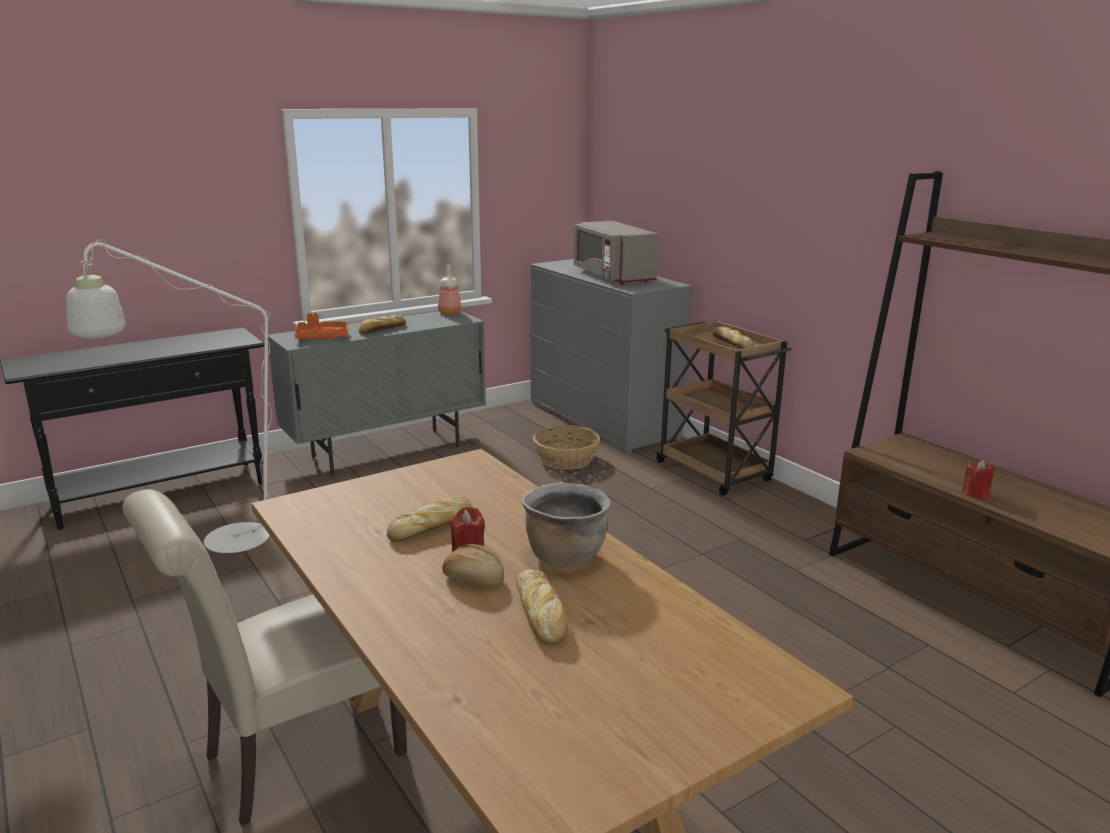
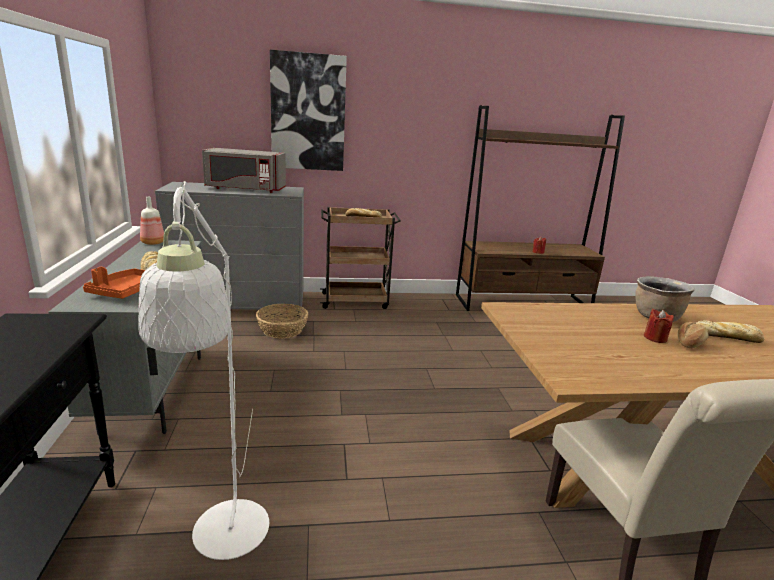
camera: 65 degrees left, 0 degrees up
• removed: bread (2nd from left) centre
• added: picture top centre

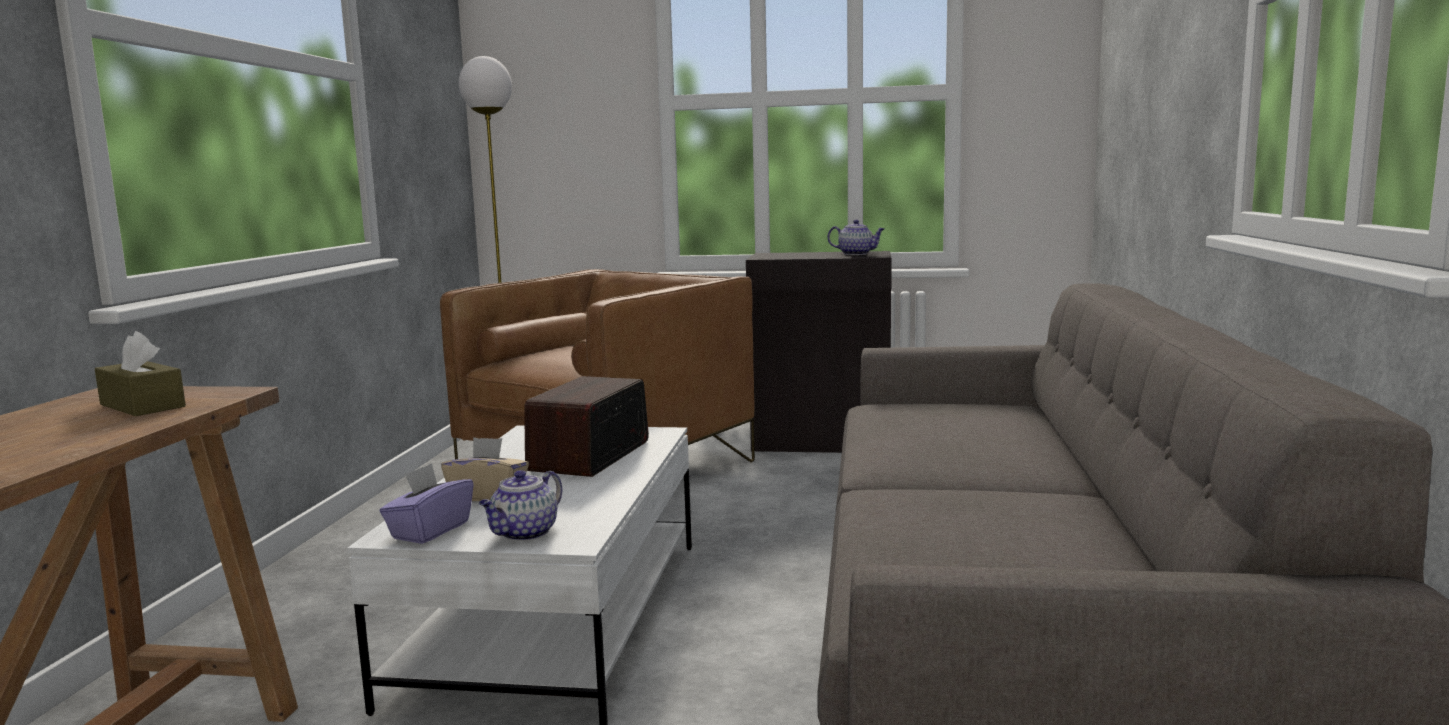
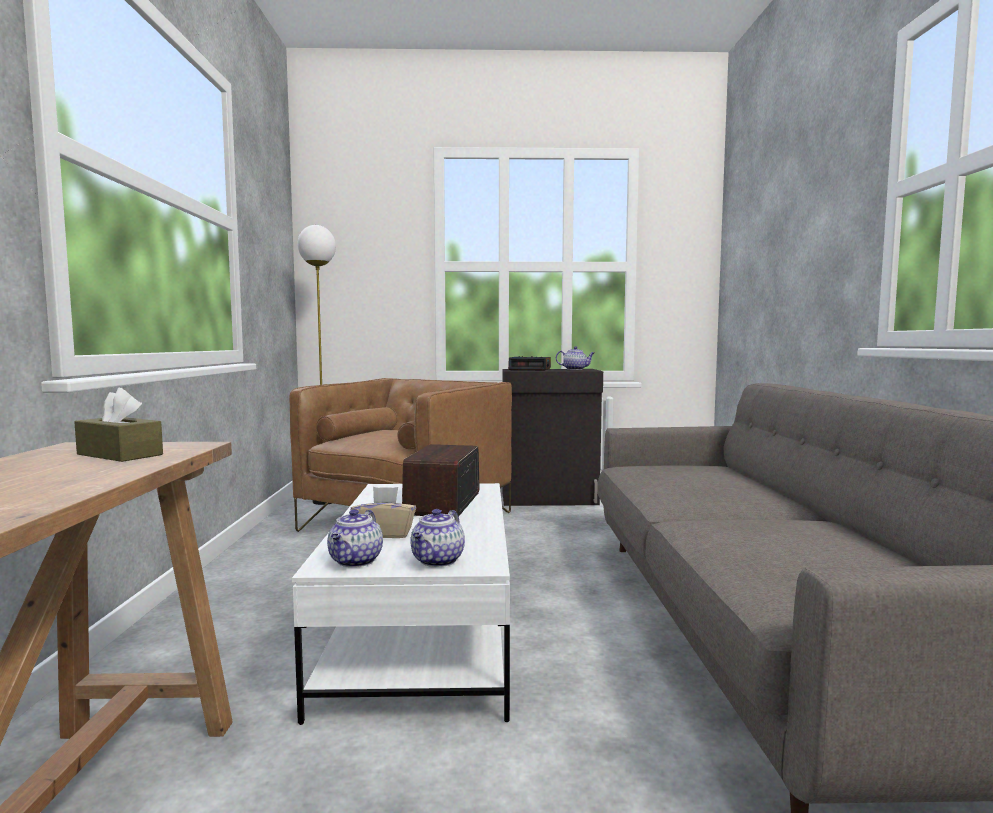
camera: 10 degrees left, 5 degrees down
• replaced: purple_tissue_box bottom left to teapot (1st from left) centre
• added: alarm_clock centre

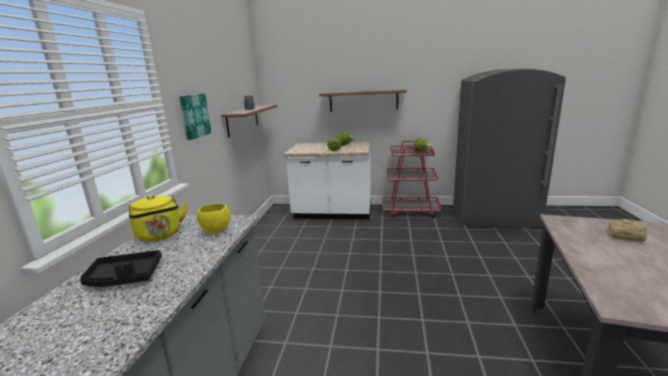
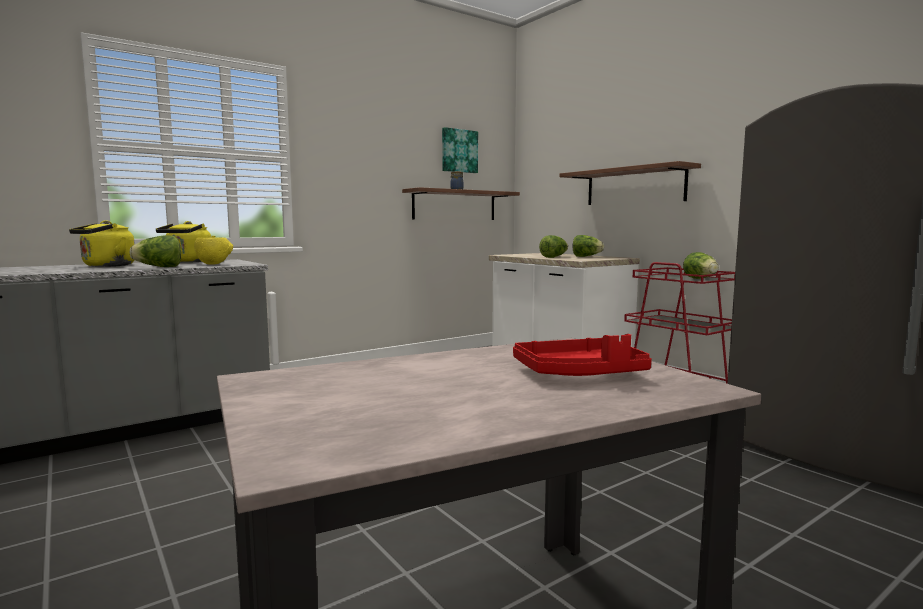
camera: 45 degrees right, 10 degrees down
• moved: picture top left to top centre
• replaced: bread middle right to red_tray centre
• replaced: black_tray bottom left to yellow_kettle (1st from left) middle left
• added: lettuce (1st from left) middle left

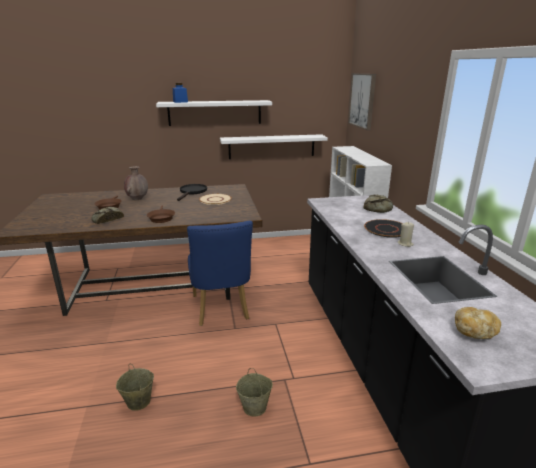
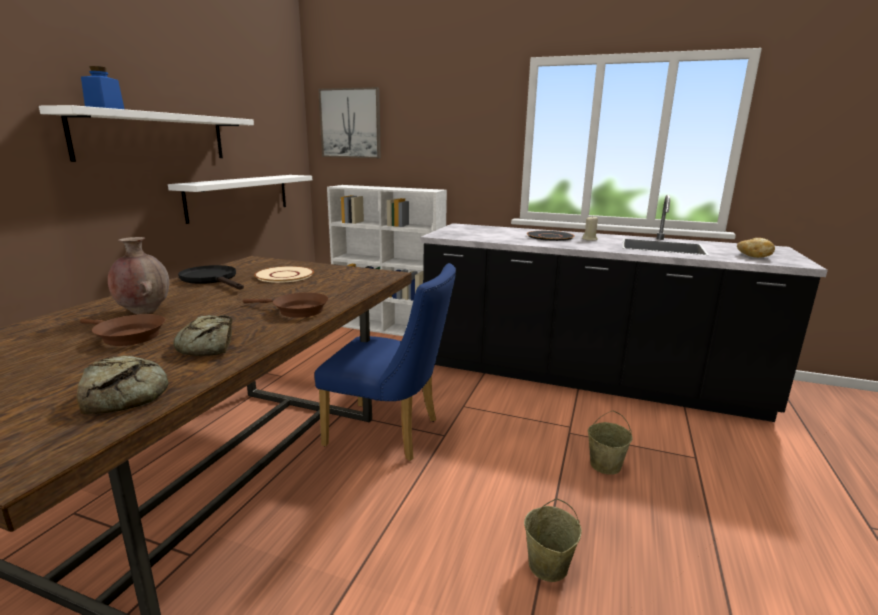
camera: 60 degrees left, 5 degrees down
• moved: bread (2nd from left in the first image) middle right to bread (1st from left) middle left

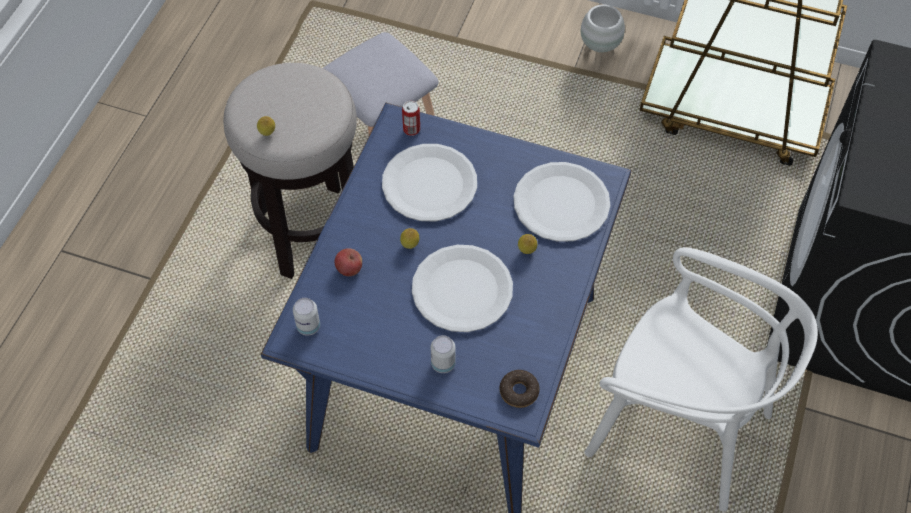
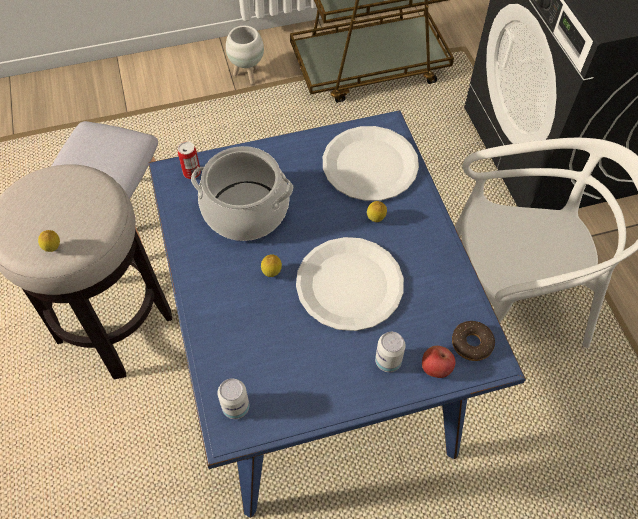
camera: 35 degrees left, 0 degrees up
• replaced: white_plate (1st from left) centre to cooking_pot centre
• moved: apple centre to bottom right

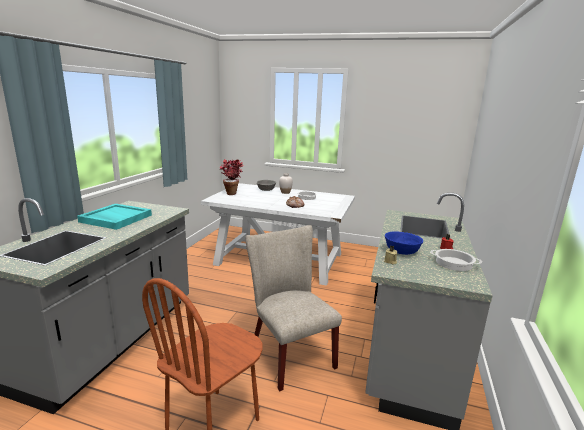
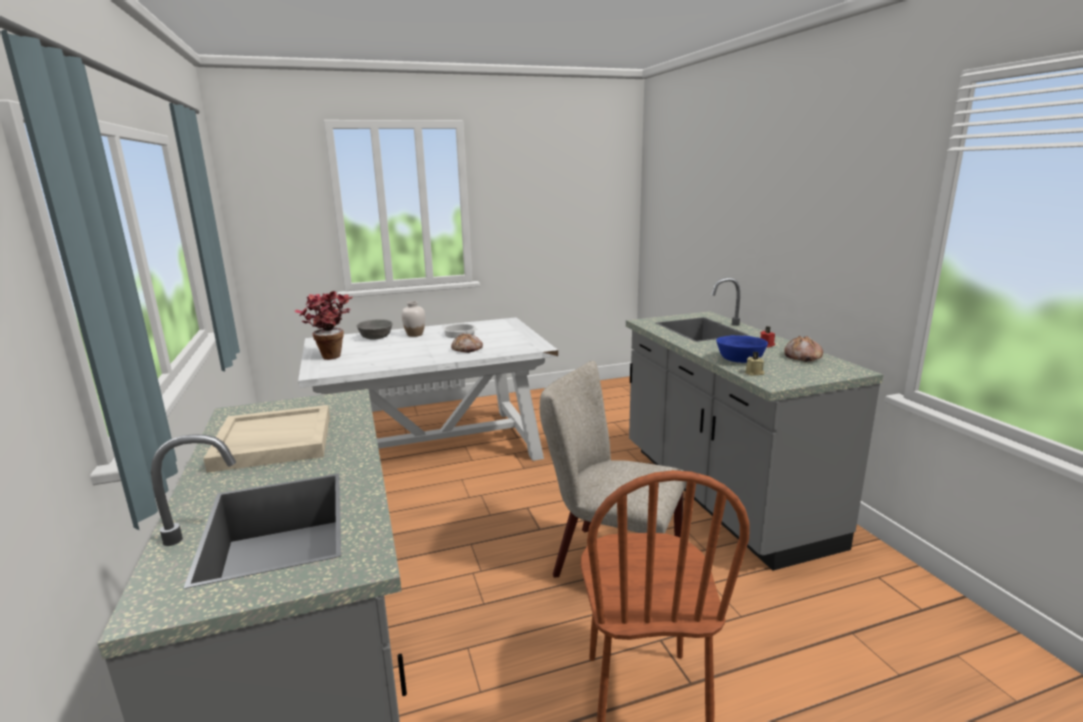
camera: 35 degrees left, 0 degrees up
• recoloured: turquoise_tray middle left to beige_tray middle left
• replaced: cooking_pot (2nd from left) middle right to bread (2nd from left) middle right

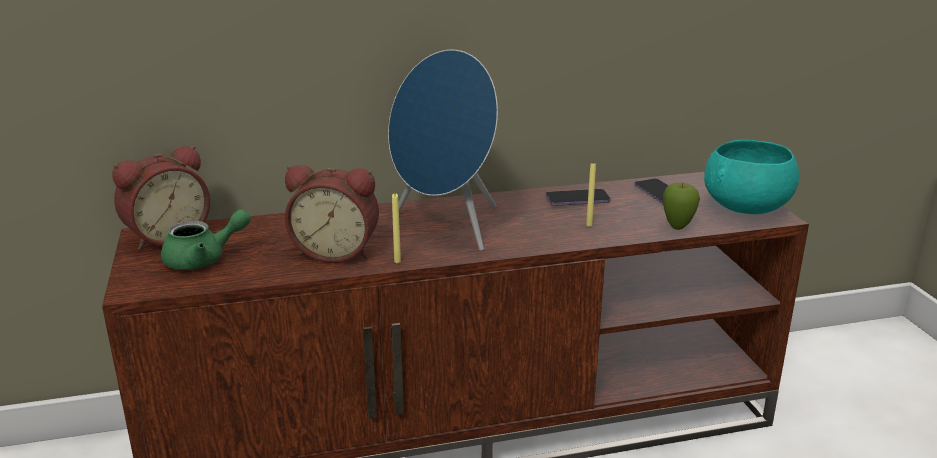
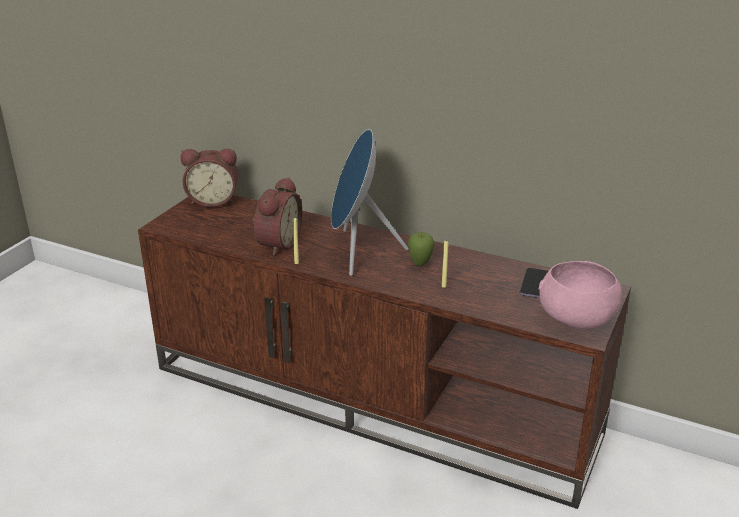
camera: 40 degrees right, 5 degrees up
• recoloured: turquoise_bowl middle right to pink_bowl middle right
• turned: alarm_clock (2nd from left) centre = centre 120 degrees counterclockwise
• moved: apple middle right to centre
• removed: phone (1st from left) centre
• removed: green_teapot middle left

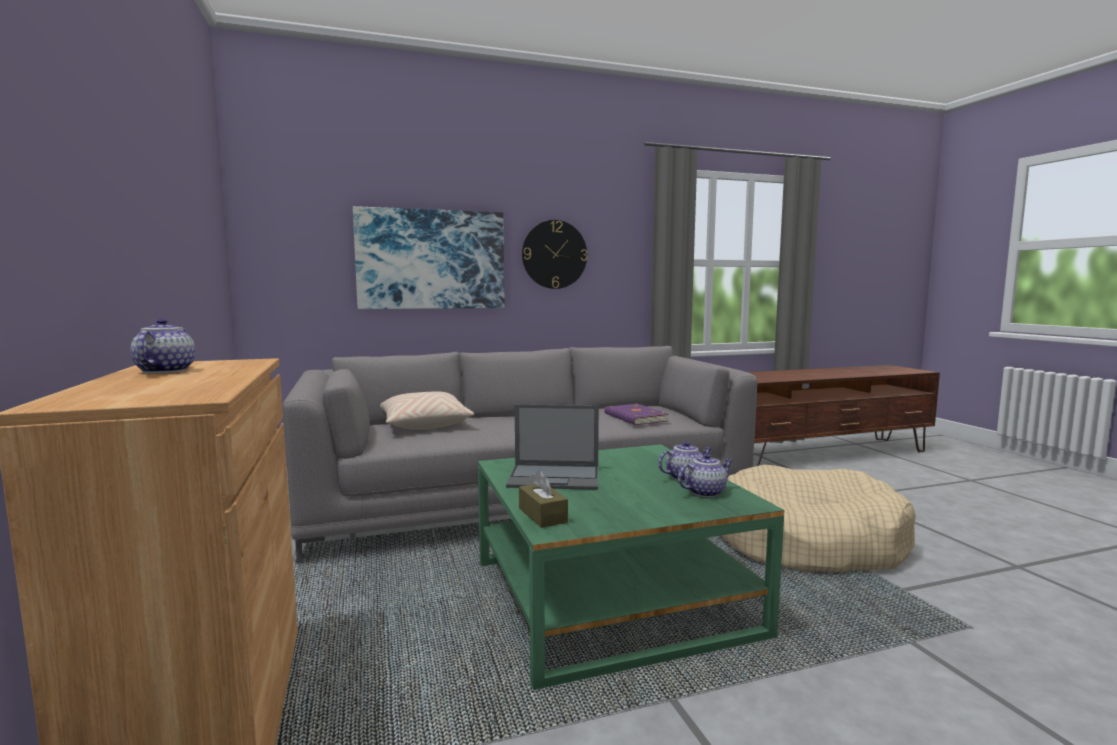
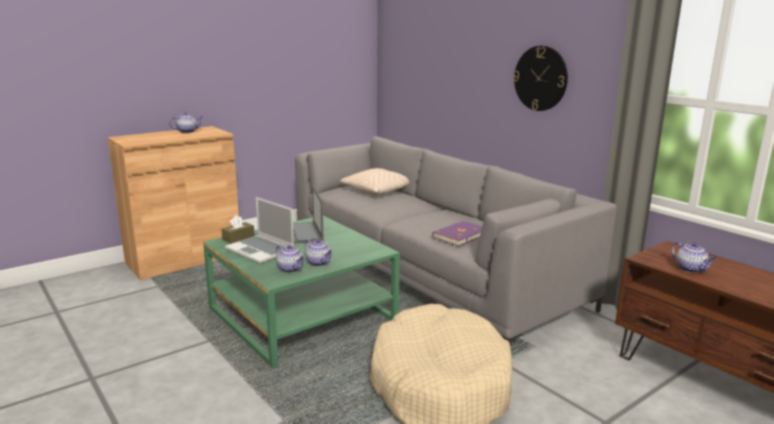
camera: 70 degrees right, 10 degrees up
• removed: picture centre
• added: laptop (1st from left) centre
• added: teapot (4th from left) middle right

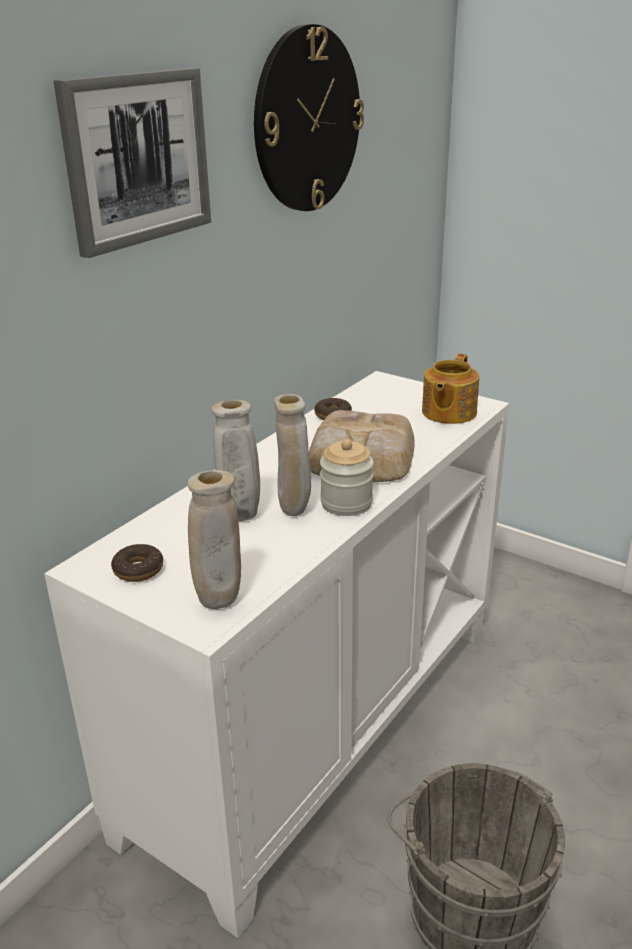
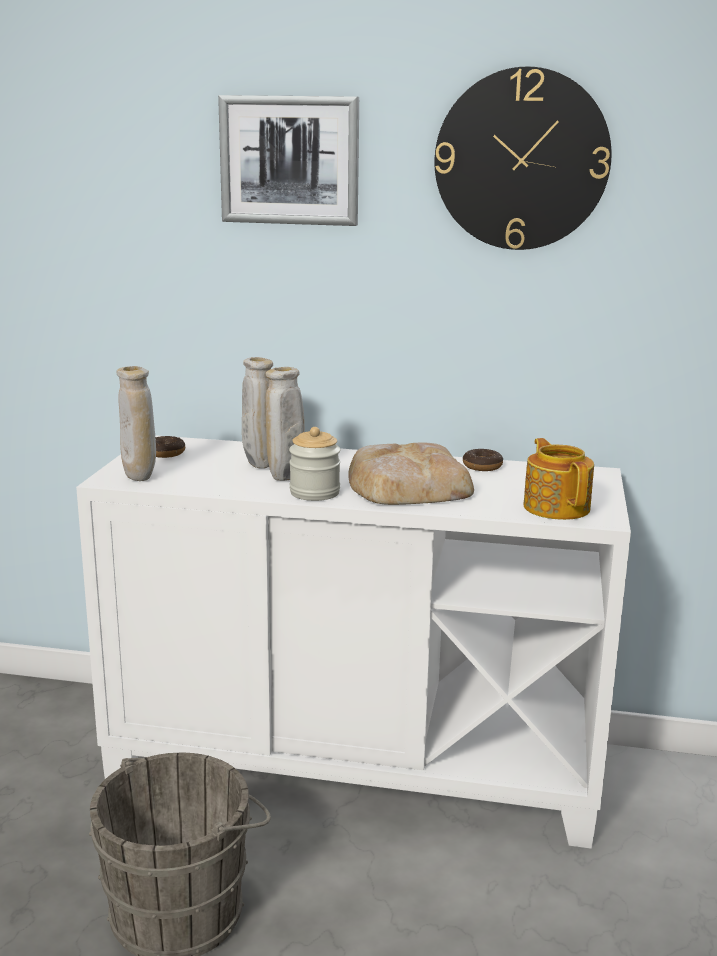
camera: 65 degrees right, 10 degrees down
• turned: teapot middle right = middle right 75 degrees clockwise

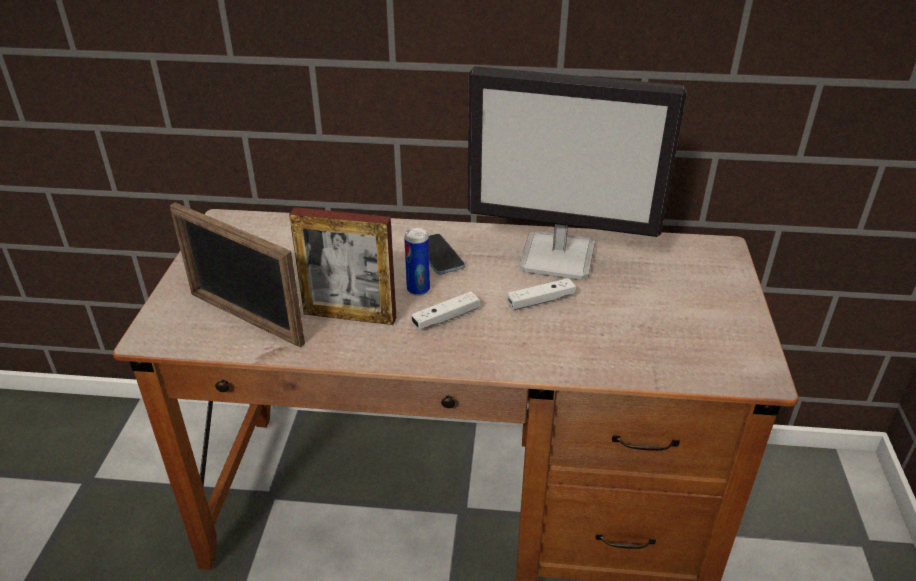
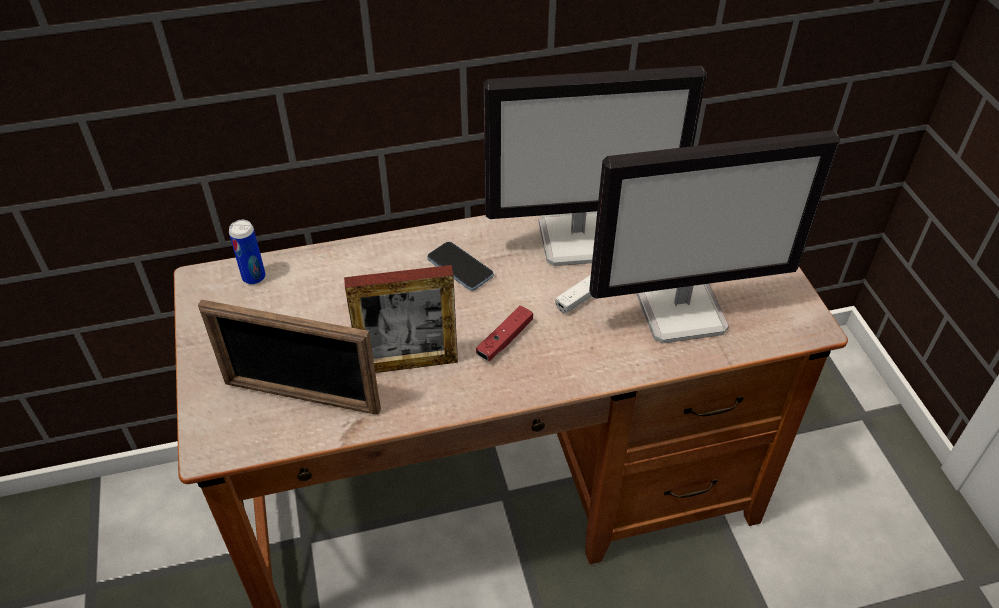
camera: 20 degrees left, 10 degrees up
• moved: can centre to middle left
• recoloured: white_game_controller (1st from left) centre to red_game_controller centre
• added: monitor (2nd from left) middle right

